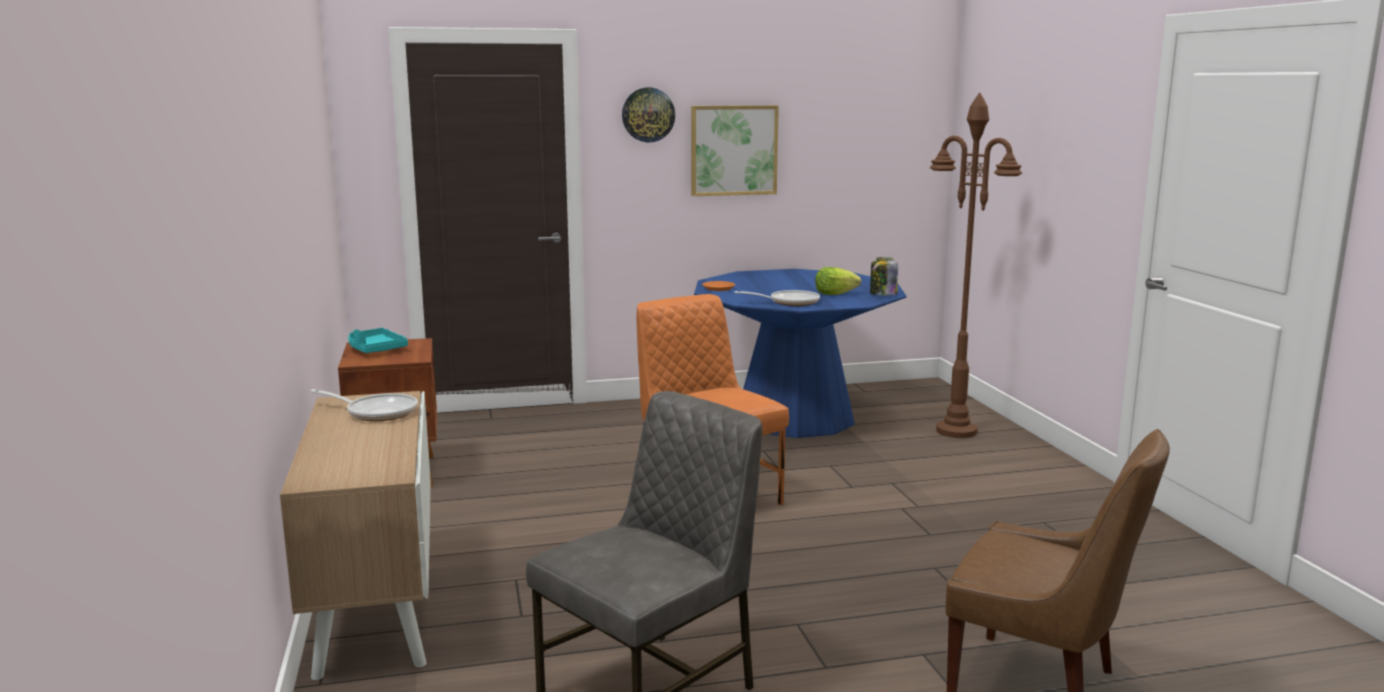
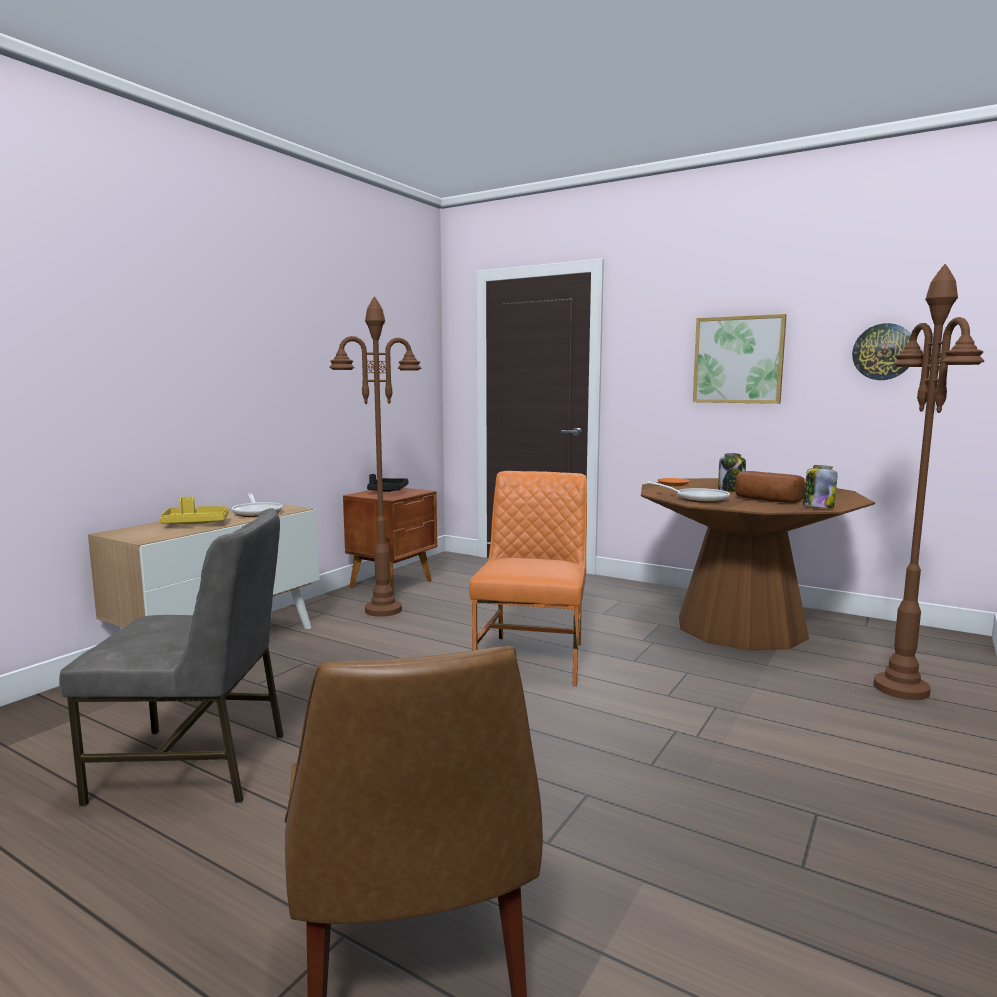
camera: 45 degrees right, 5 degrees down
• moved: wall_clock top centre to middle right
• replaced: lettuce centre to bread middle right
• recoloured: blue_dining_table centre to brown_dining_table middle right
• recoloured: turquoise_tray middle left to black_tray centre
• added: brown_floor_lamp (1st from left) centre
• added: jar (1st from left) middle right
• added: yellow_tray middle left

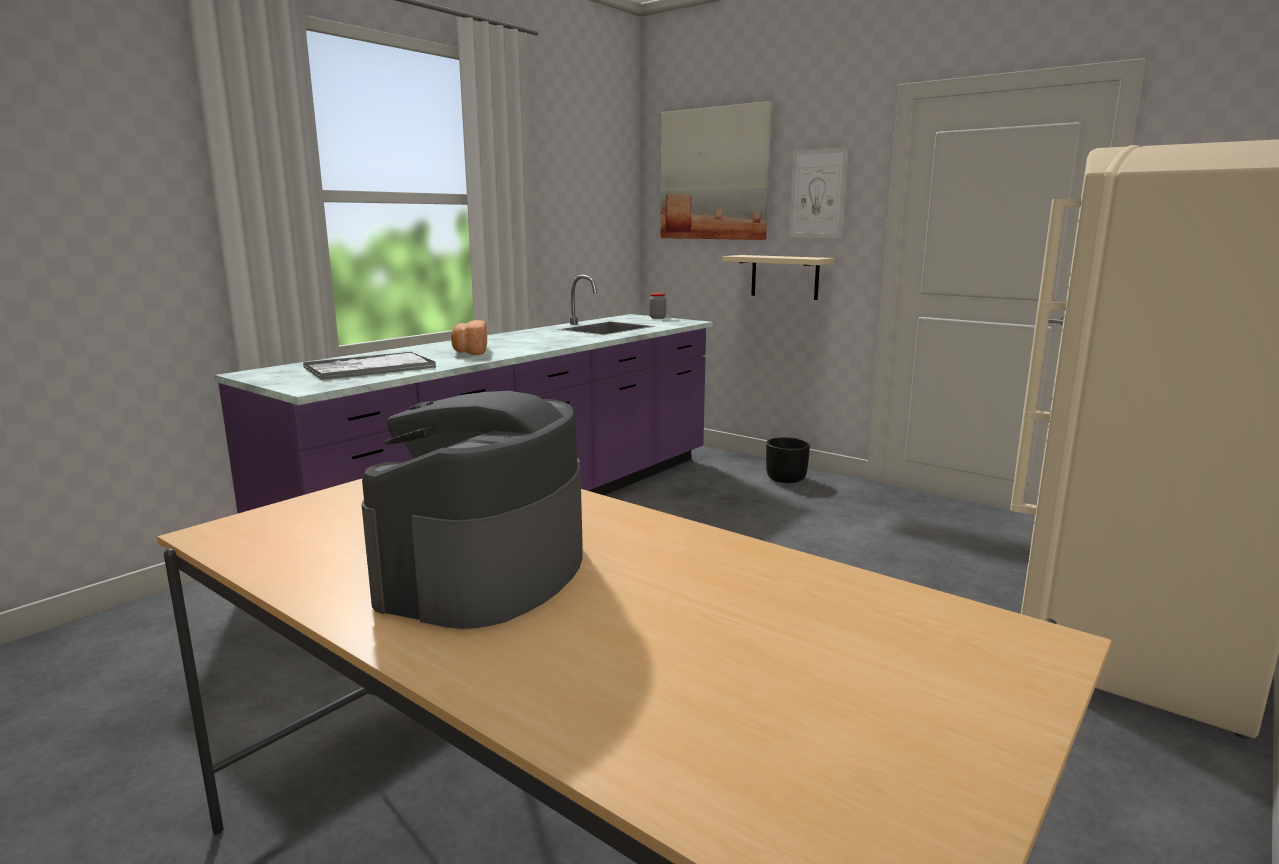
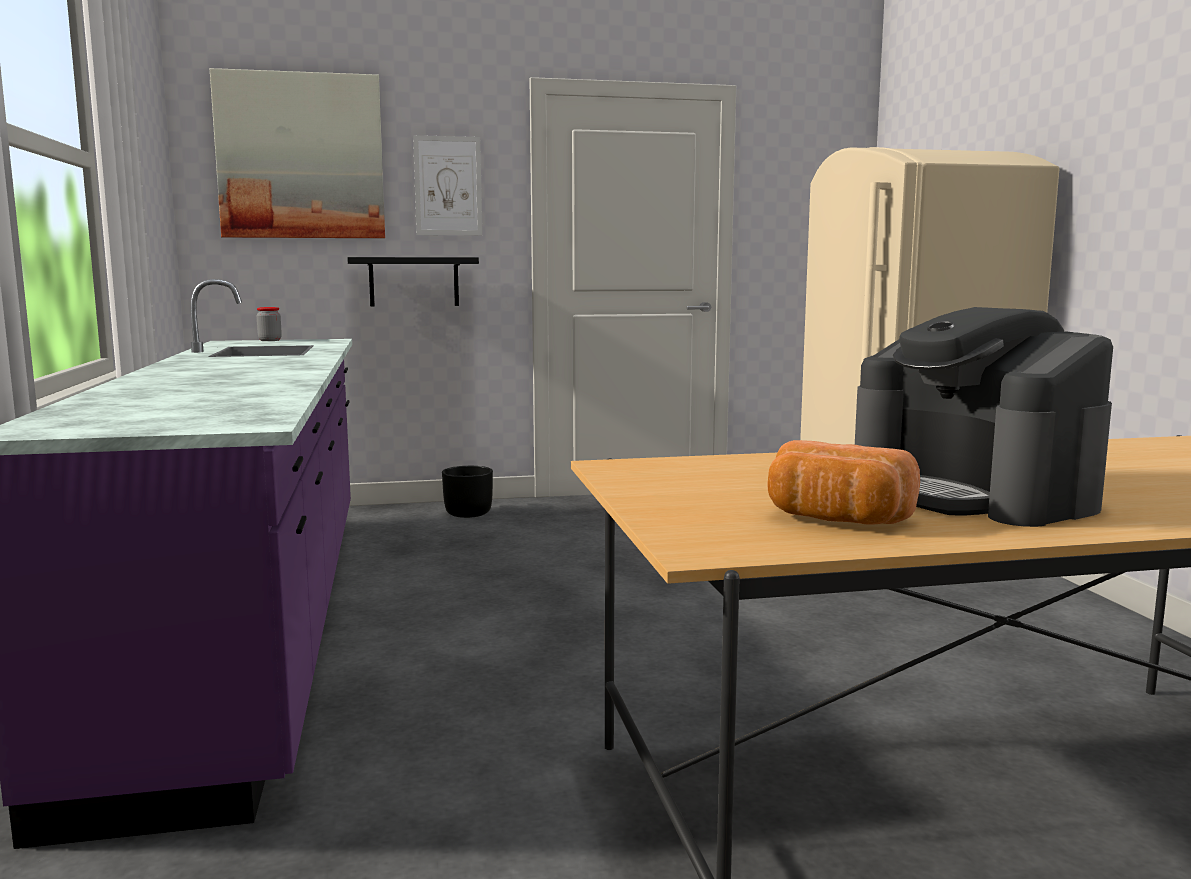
camera: 50 degrees left, 5 degrees down
• recoloured: beige_shelf top centre to black_shelf top centre
• moved: bread centre to middle right
• removed: tray middle left

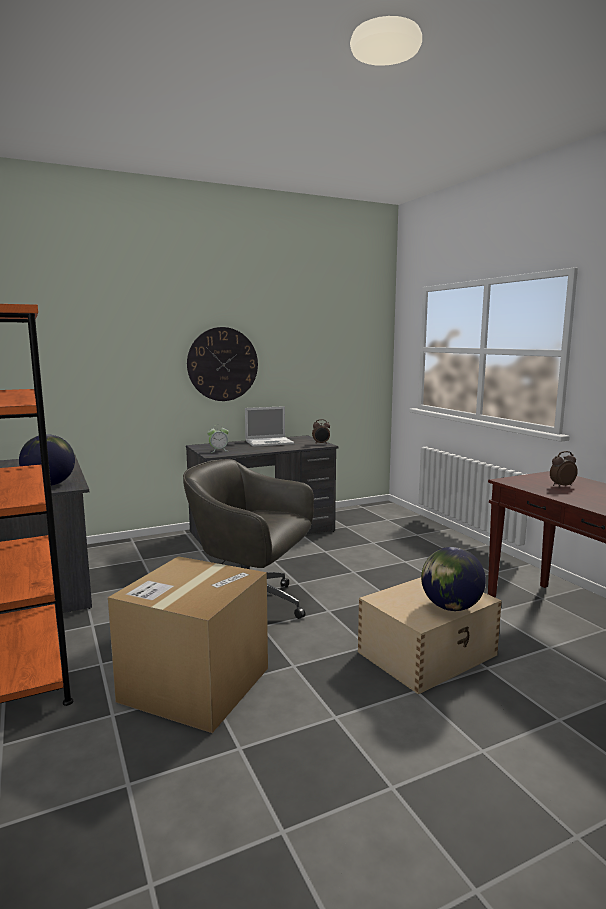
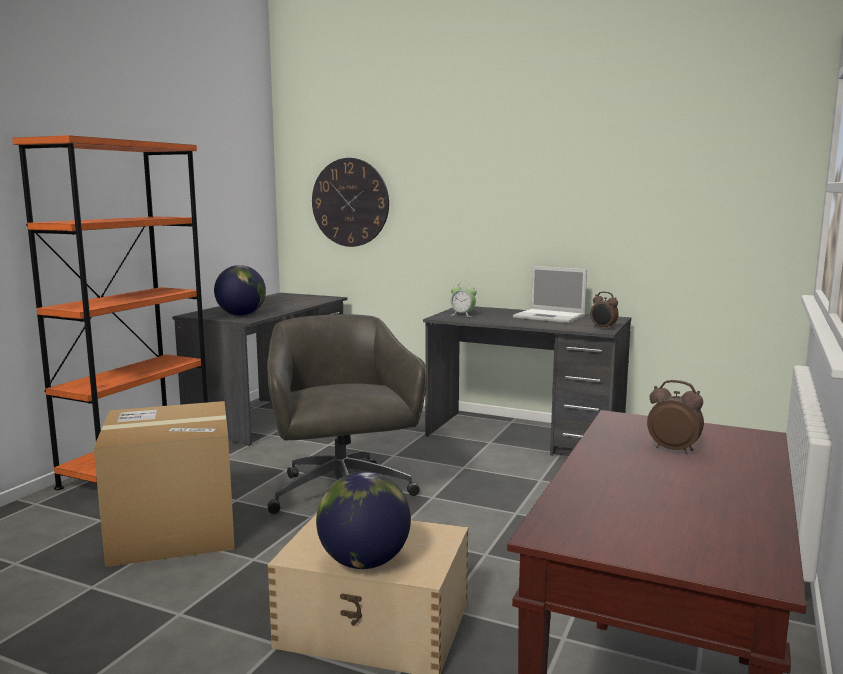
camera: 50 degrees right, 0 degrees up
• moved: wall_clock centre to top centre

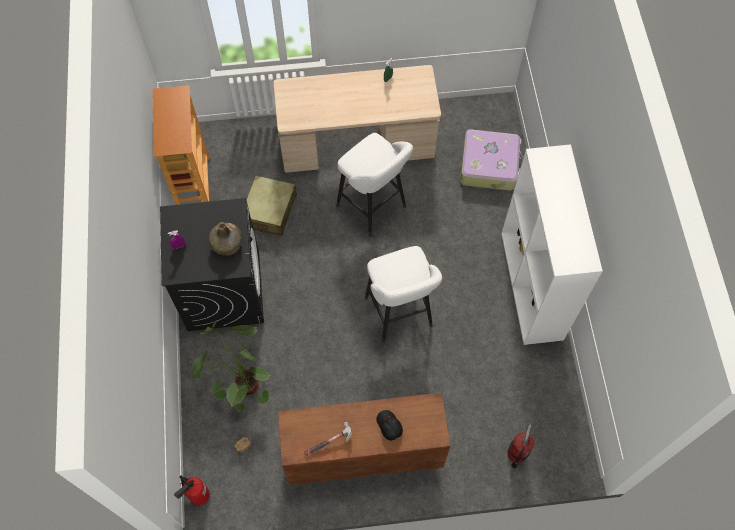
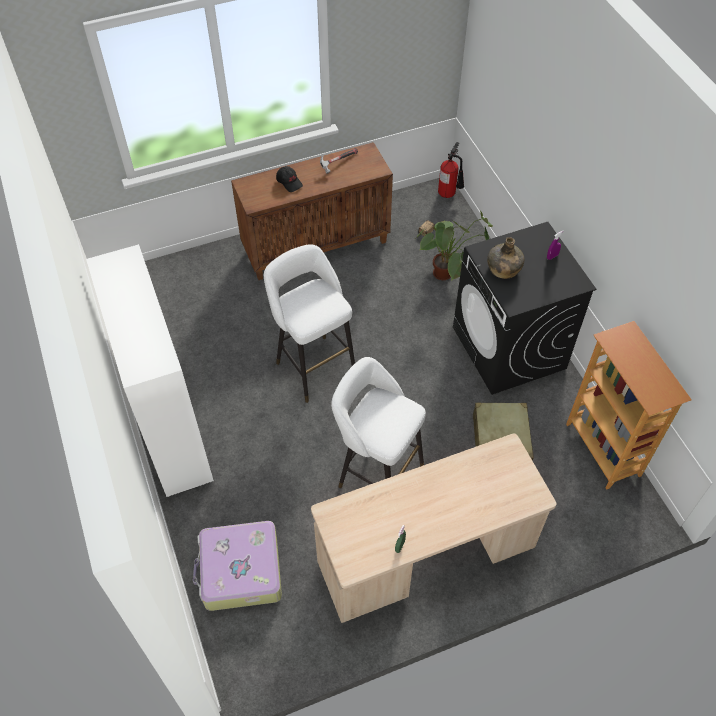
camera: 165 degrees right, 10 degrees down
• removed: fire_extinguisher (2nd from left) bottom right

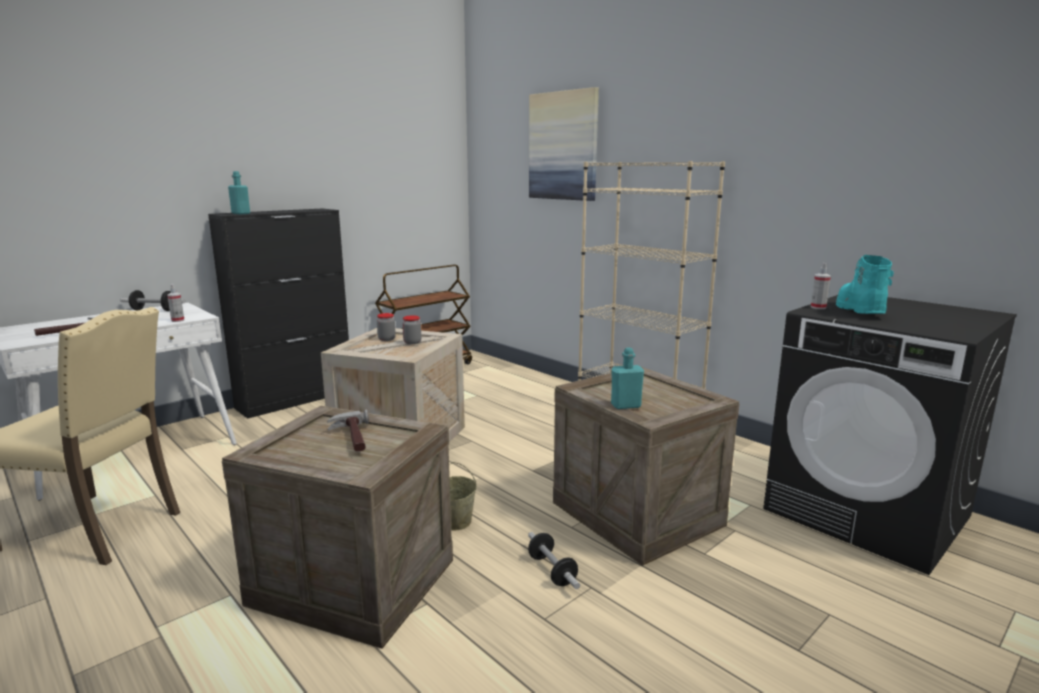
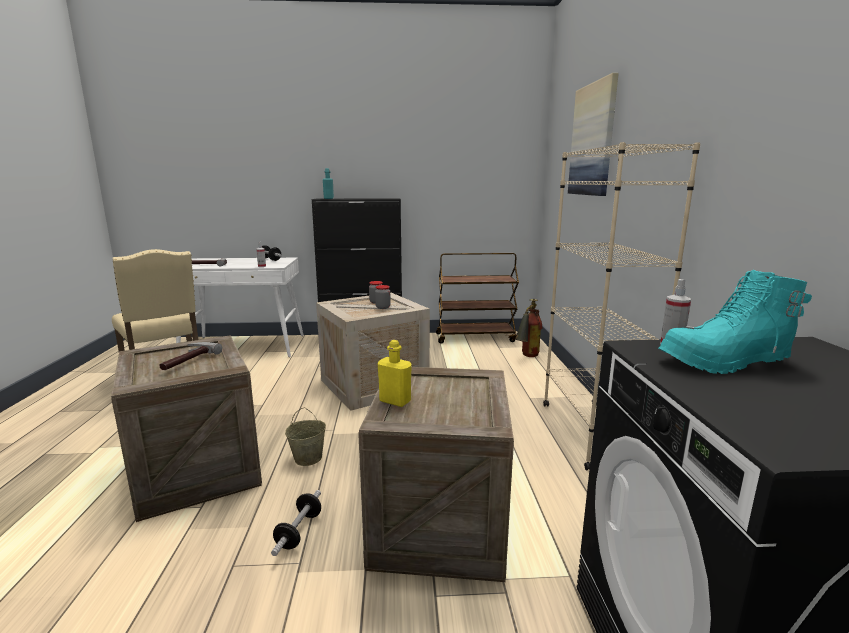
camera: 40 degrees right, 0 degrees up
• turned: turquoise_boot middle right = middle right 150 degrees counterclockwise
• recoloured: turquoise_bottle (2nd from left) centre to yellow_bottle centre
• added: fire_extinguisher centre

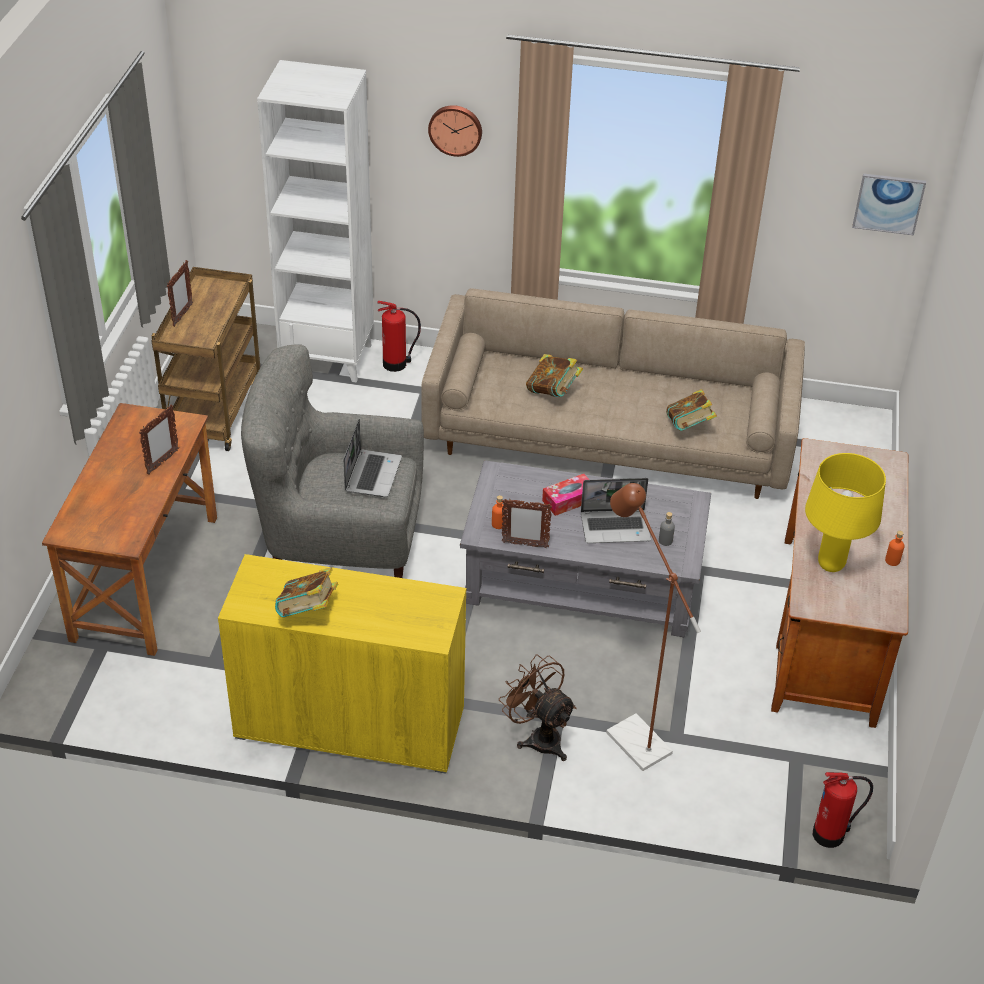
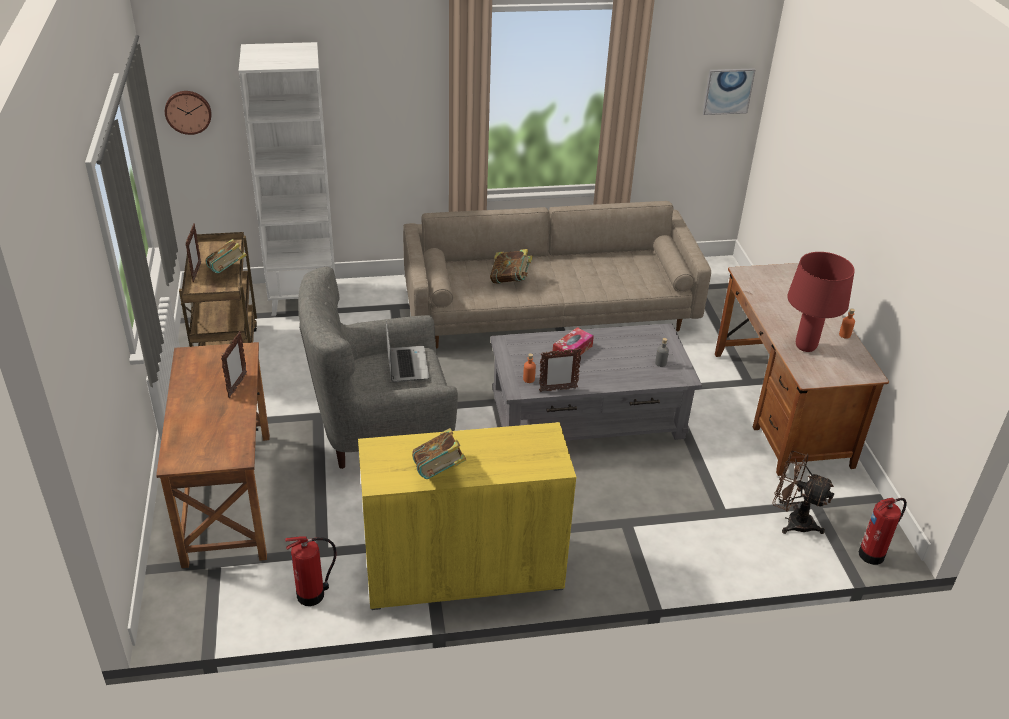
camera: 20 degrees left, 5 degrees down
• moved: wall_clock top centre to top left
• moved: fire_extinguisher (1st from left) centre to bottom left
• moved: book (3rd from left in the first image) middle right to book (1st from left) middle left
• recoloured: yellow_table_lamp middle right to red_table_lamp middle right
• removed: laptop (2nd from left) centre
• removed: brown_floor_lamp centre
• moved: brown_fan bottom centre to bottom right

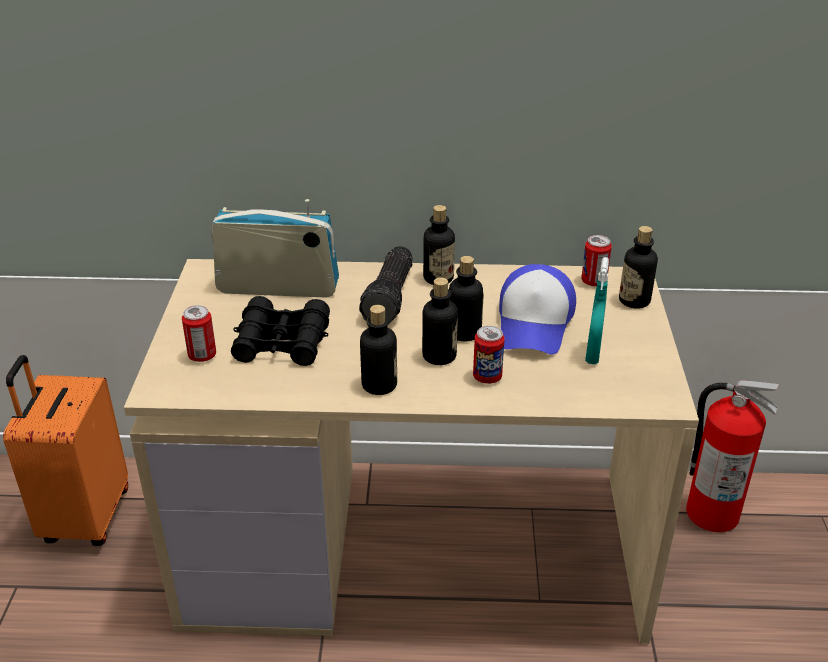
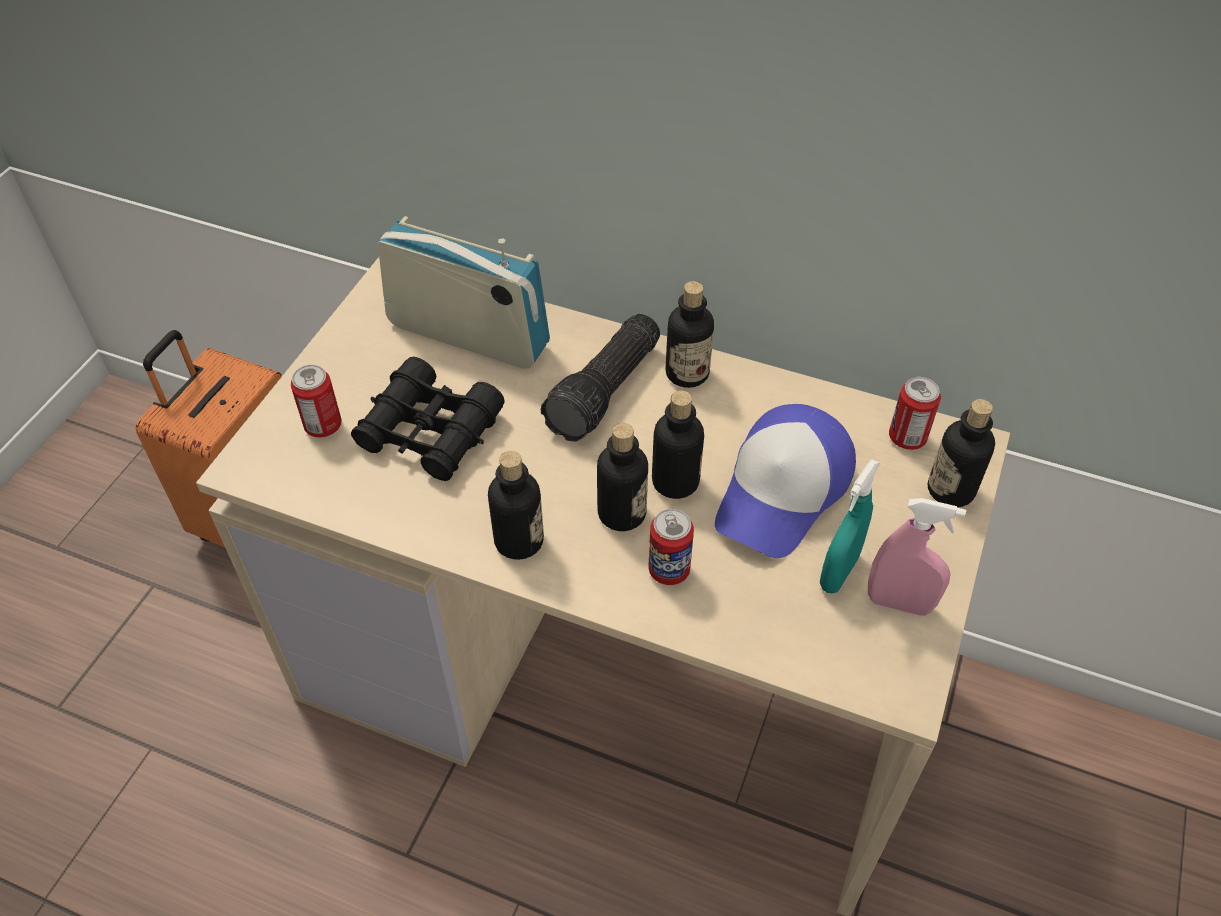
camera: 20 degrees right, 15 degrees up
• removed: fire_extinguisher bottom right
• added: pink_spray_bottle middle right

